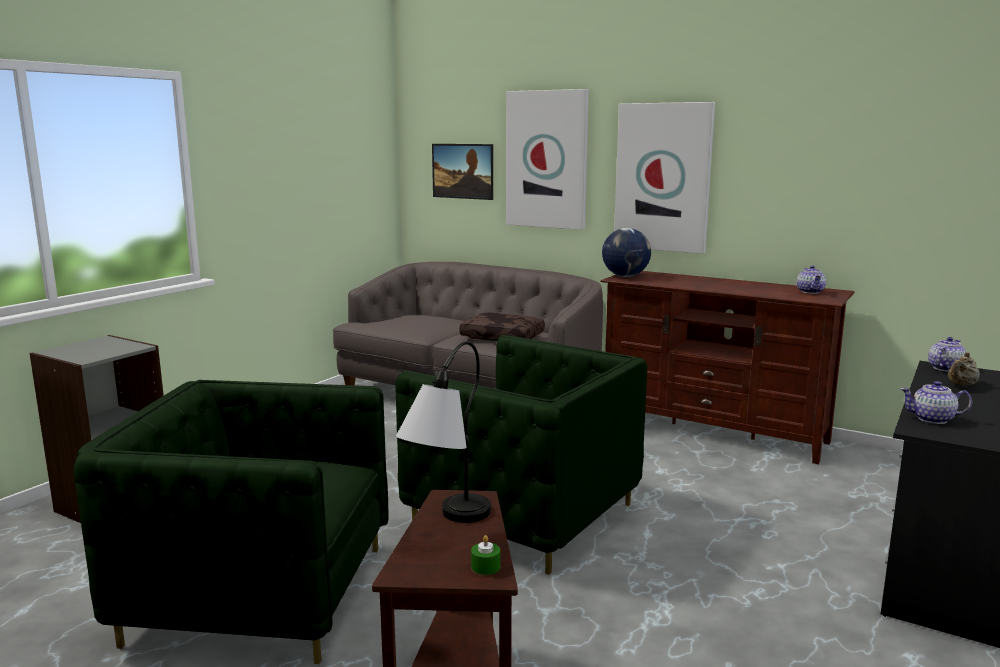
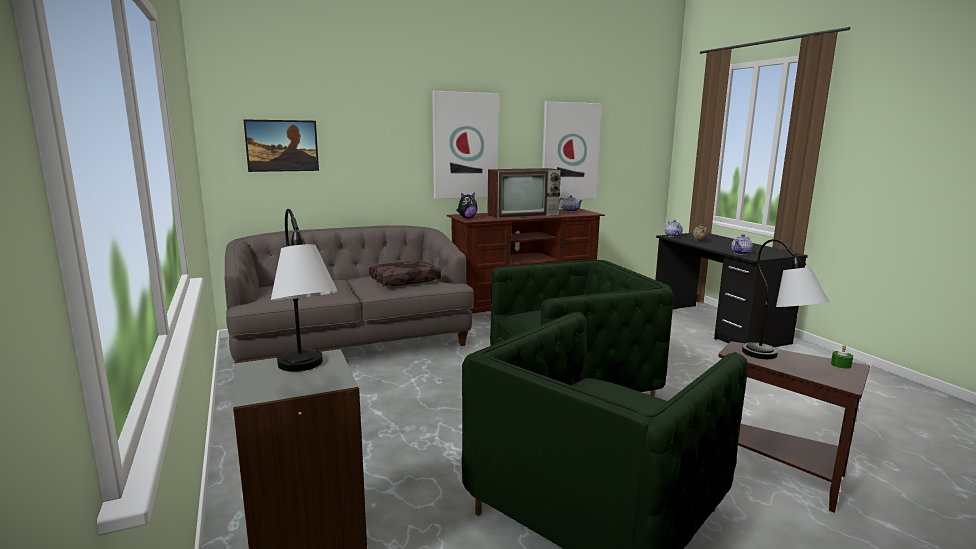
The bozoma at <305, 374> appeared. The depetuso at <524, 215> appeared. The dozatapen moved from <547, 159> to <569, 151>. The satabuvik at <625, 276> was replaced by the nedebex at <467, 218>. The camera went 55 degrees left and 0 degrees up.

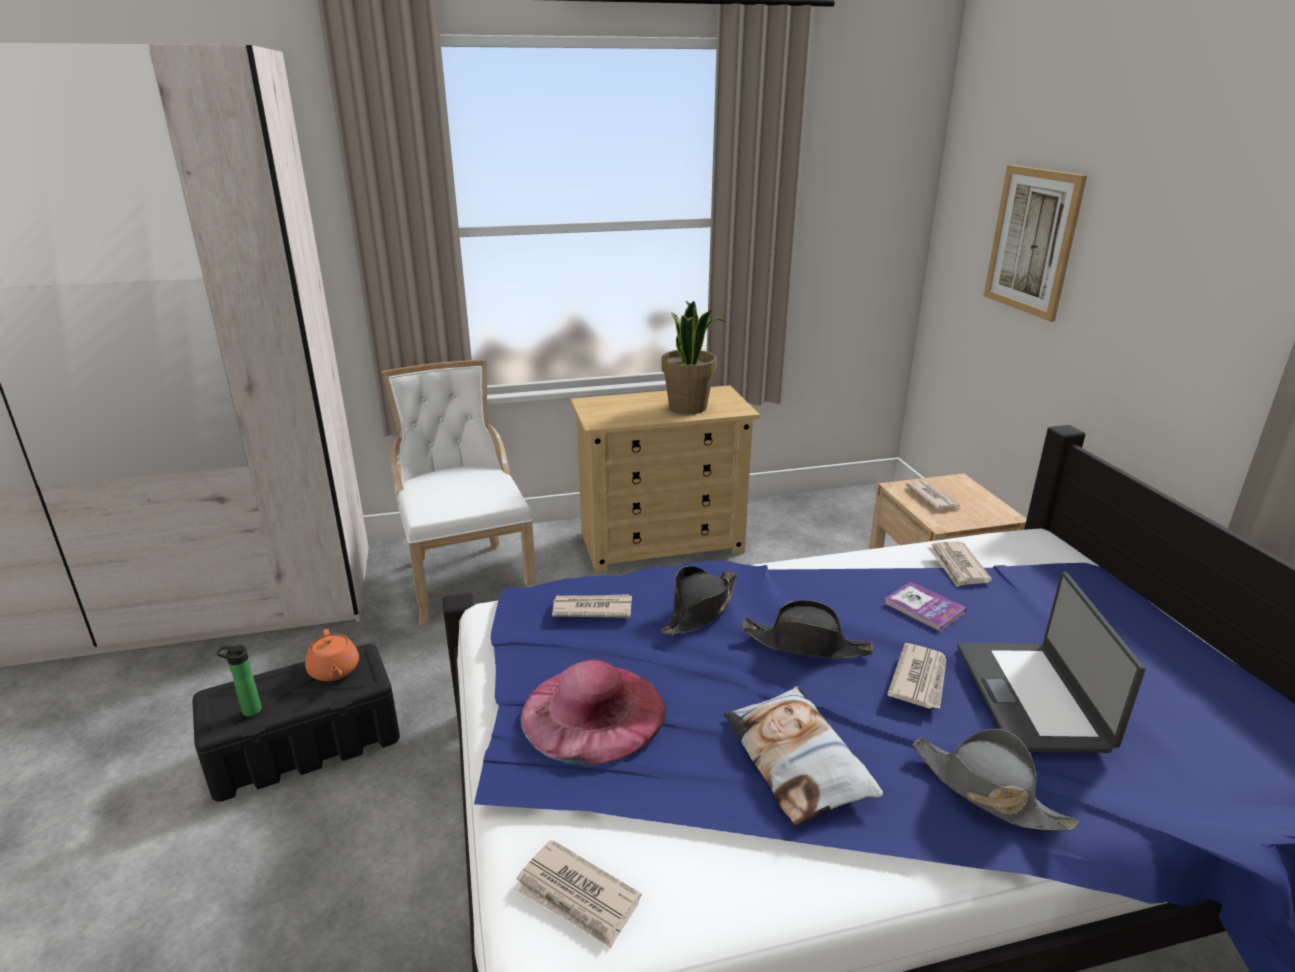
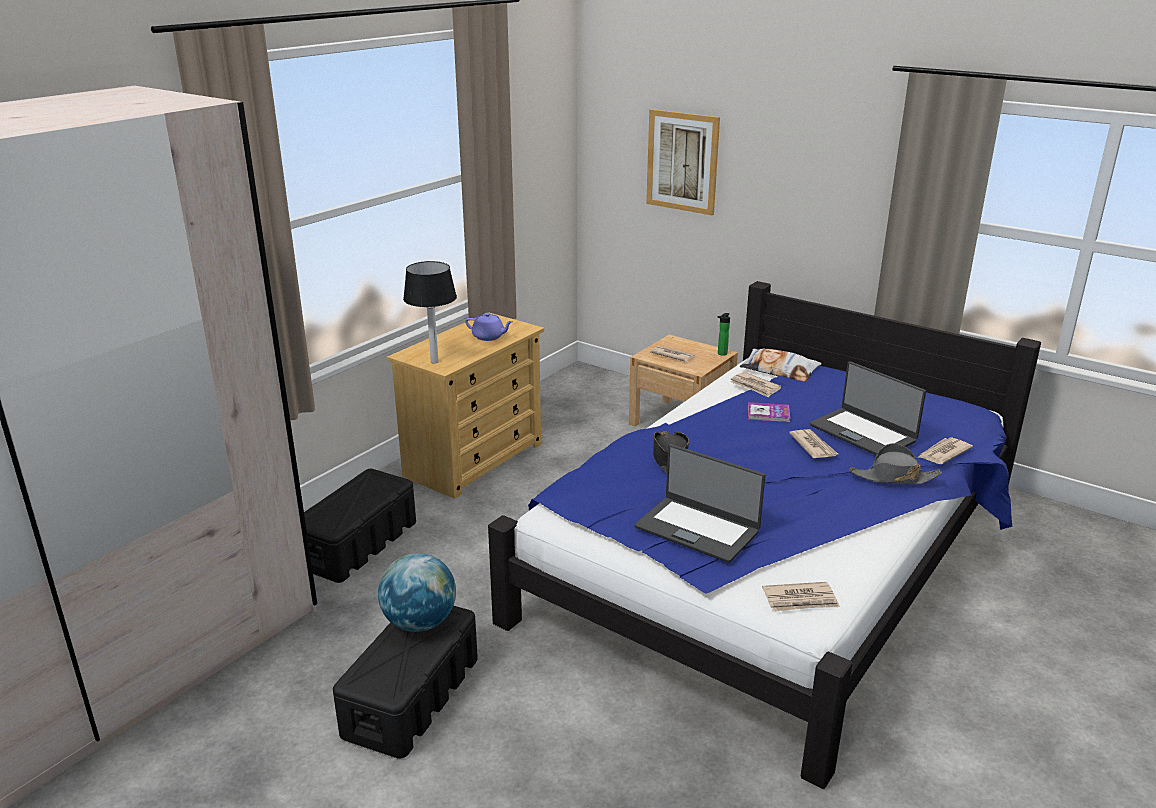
The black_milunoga at <806, 644> disappeared. The bozoma at <434, 362> appeared. The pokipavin moved from <248, 710> to <721, 354>. The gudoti moved from <591, 609> to <943, 453>. The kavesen moved from <798, 761> to <779, 370>. The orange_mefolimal at <334, 671> was replaced by the satabuvik at <420, 622>. The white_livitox at <467, 577> was replaced by the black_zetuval at <358, 544>. The pink_milunoga at <593, 712> was replaced by the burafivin at <697, 529>. The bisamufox at <688, 407> was replaced by the purple_mefolimal at <489, 337>. The camera went 40 degrees left and 0 degrees up.

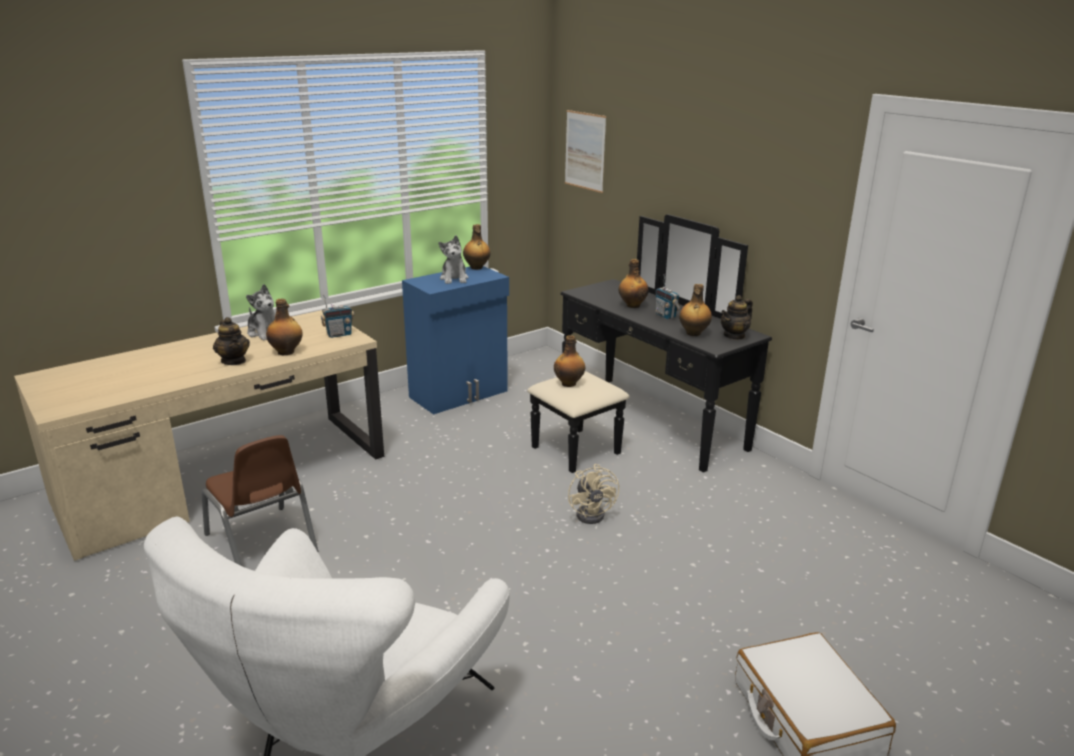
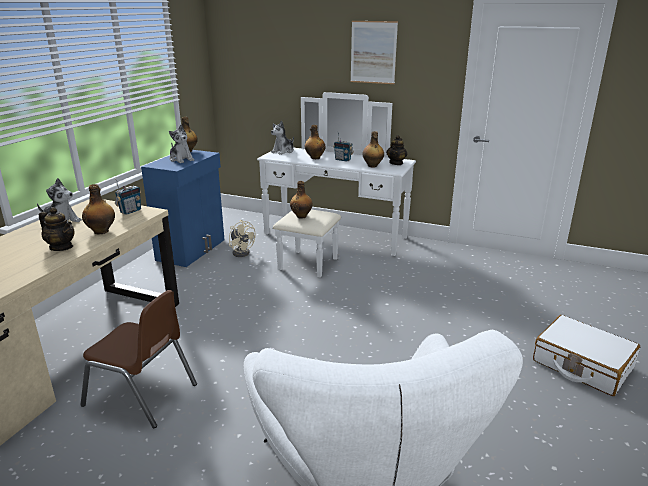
The nedebex at <283, 151> appeared. The dozatapen moved from <585, 151> to <373, 52>. The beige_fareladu moved from <594, 513> to <242, 252>. The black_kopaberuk at <635, 427> became the white_kopaberuk at <330, 241>. The camera went 30 degrees left and 0 degrees up.

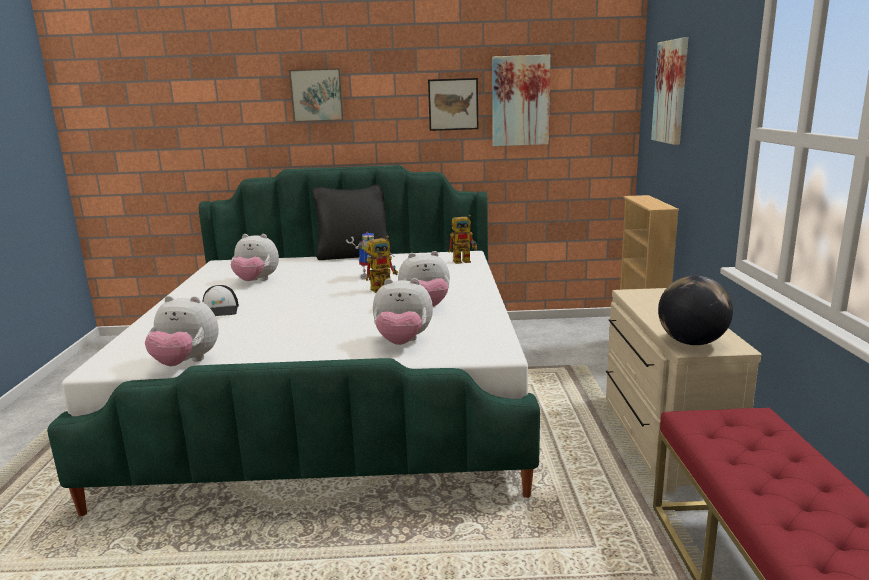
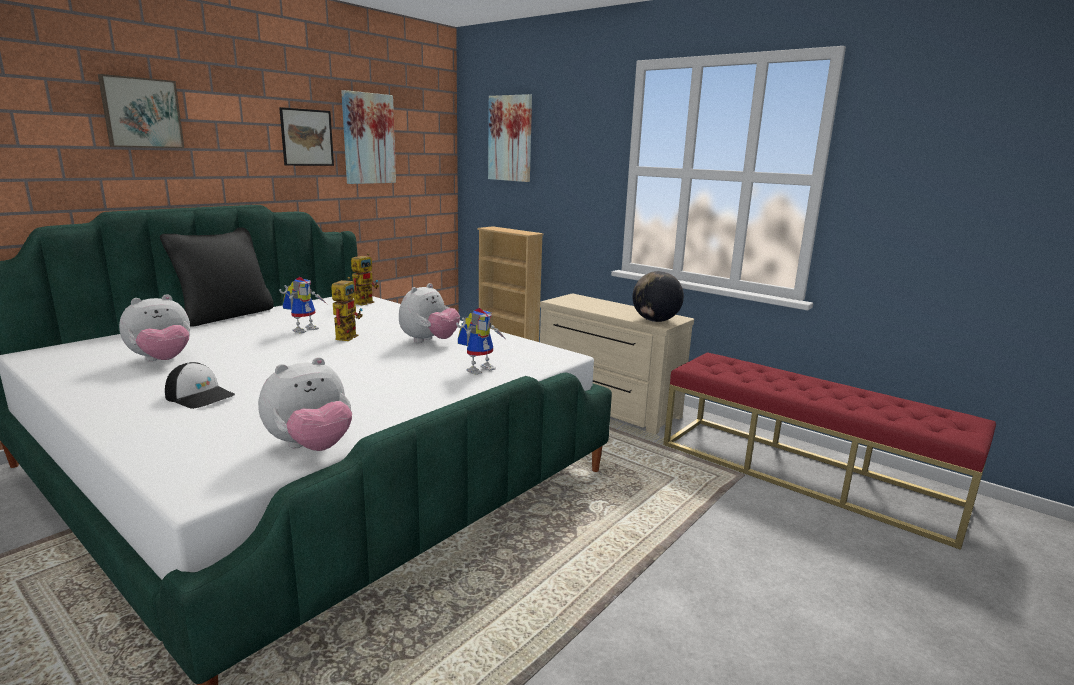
The nedebex at <403, 342> was replaced by the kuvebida at <480, 369>. The camera went 50 degrees left and 0 degrees up.

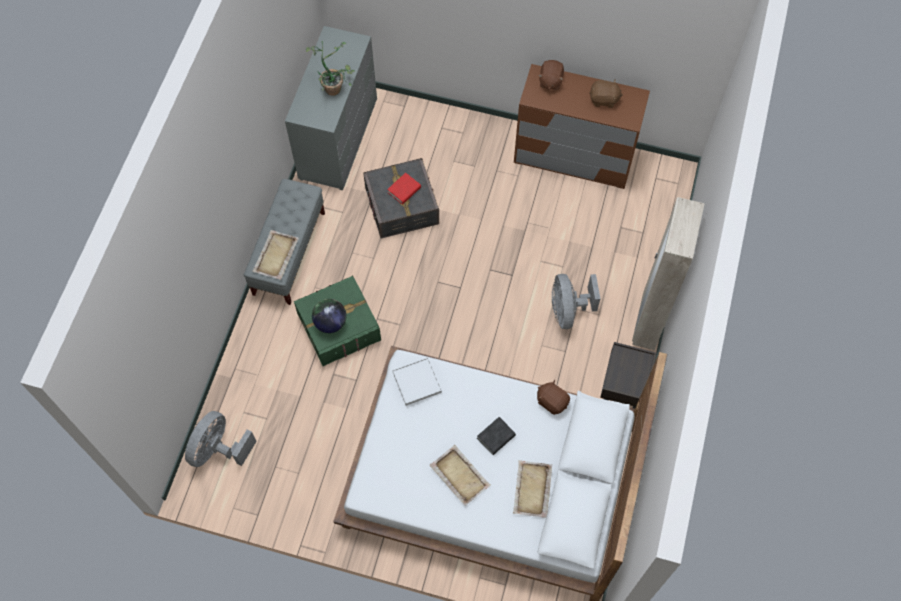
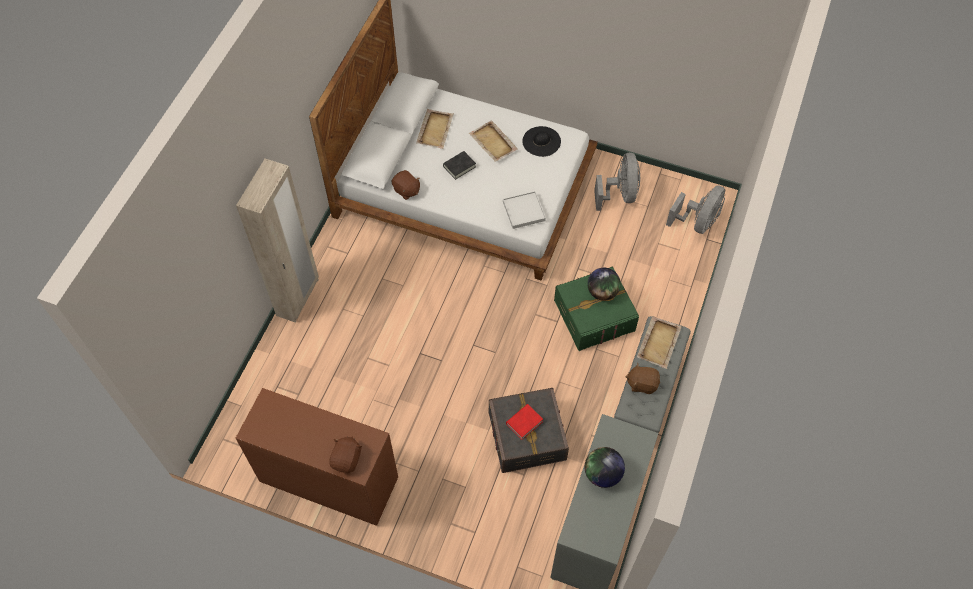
The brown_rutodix at <622, 391> disappeared. The black_milunoga at <541, 141> appeared. The grey_fareladu moved from <568, 310> to <619, 194>. The brown_nedebex moved from <604, 100> to <642, 383>. The bisamufox at <334, 85> was replaced by the satabuvik at <602, 474>. The camera went 175 degrees left and 5 degrees down.

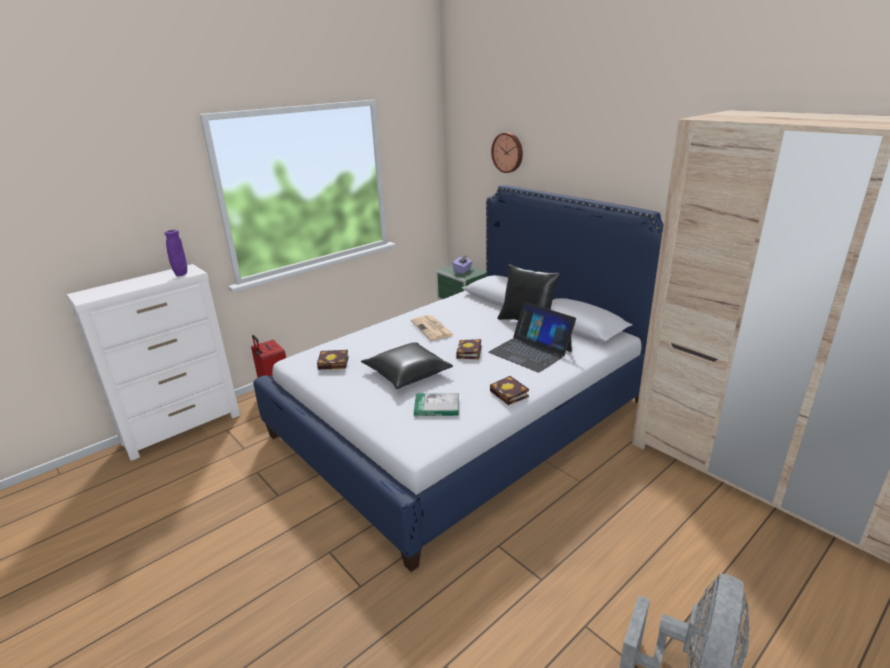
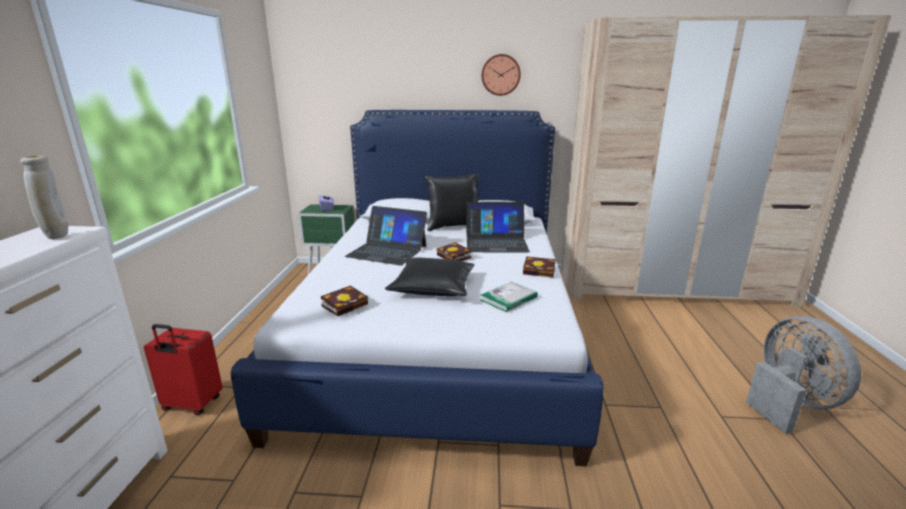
The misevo moved from <508, 152> to <500, 75>. The gudoti at <432, 328> was replaced by the burafivin at <387, 251>. The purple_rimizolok at <181, 275> became the beige_rimizolok at <57, 237>. The camera went 45 degrees left and 5 degrees down.

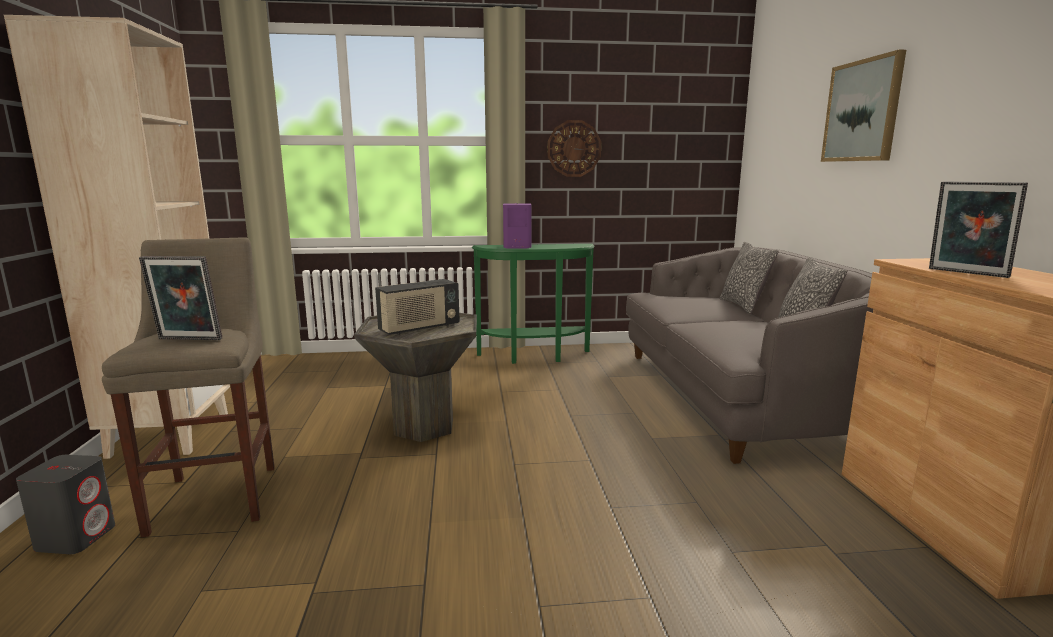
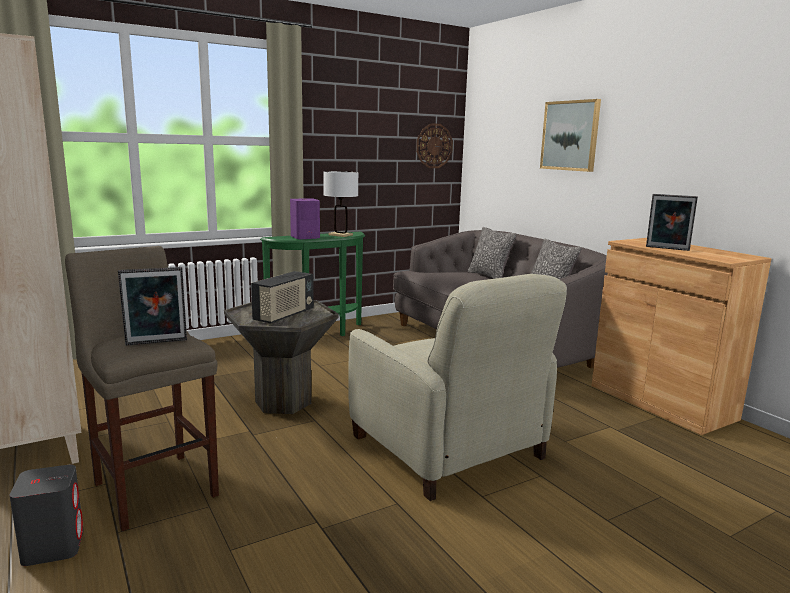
The white_bozoma at <340, 235> appeared. The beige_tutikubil at <448, 448> appeared. The misevo moved from <574, 148> to <434, 146>. The camera went 25 degrees left and 0 degrees up.

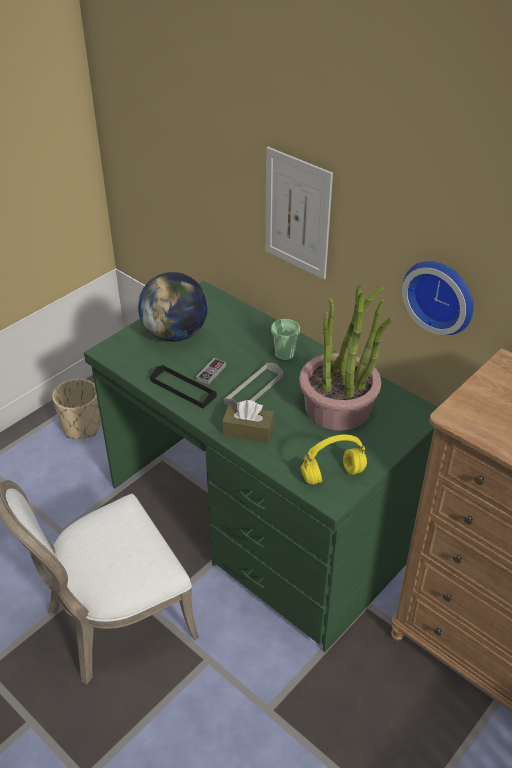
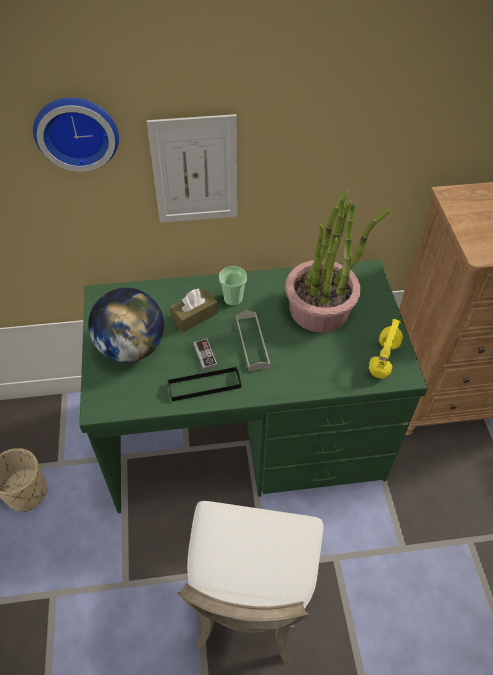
The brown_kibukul moved from <248, 431> to <194, 316>. The misevo moved from <441, 295> to <77, 131>. The camera went 50 degrees left and 10 degrees up.

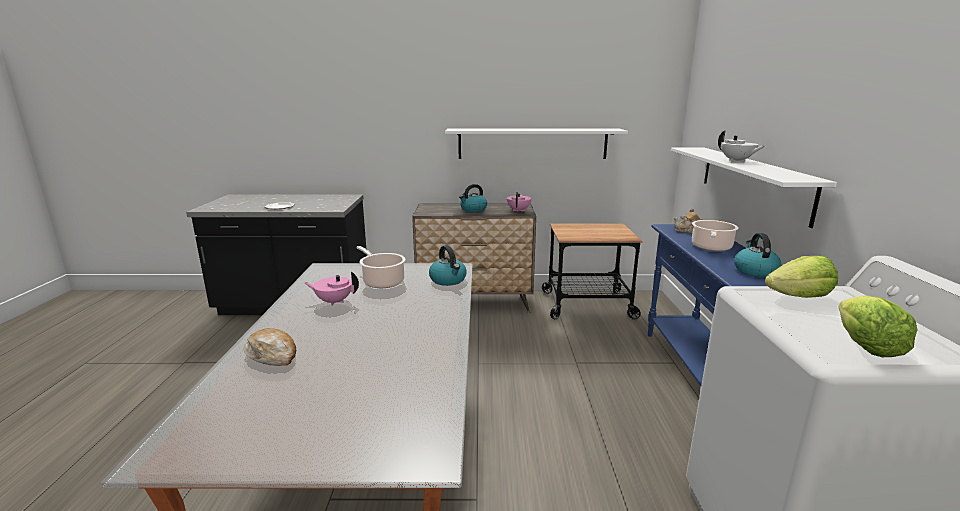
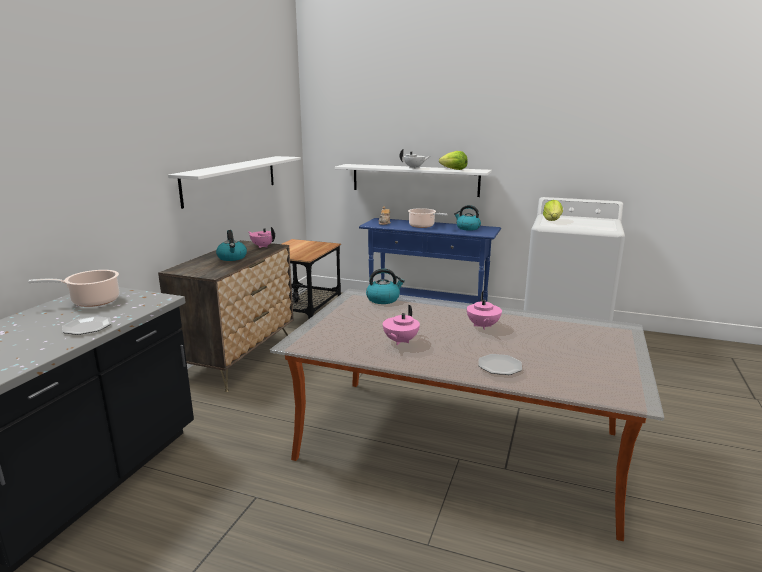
The pink_mefolimal at <482, 326> appeared. The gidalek moved from <382, 281> to <92, 301>. The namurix moved from <865, 346> to <454, 169>. The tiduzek at <273, 355> was replaced by the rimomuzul at <499, 366>. The camera went 70 degrees left and 0 degrees up.

